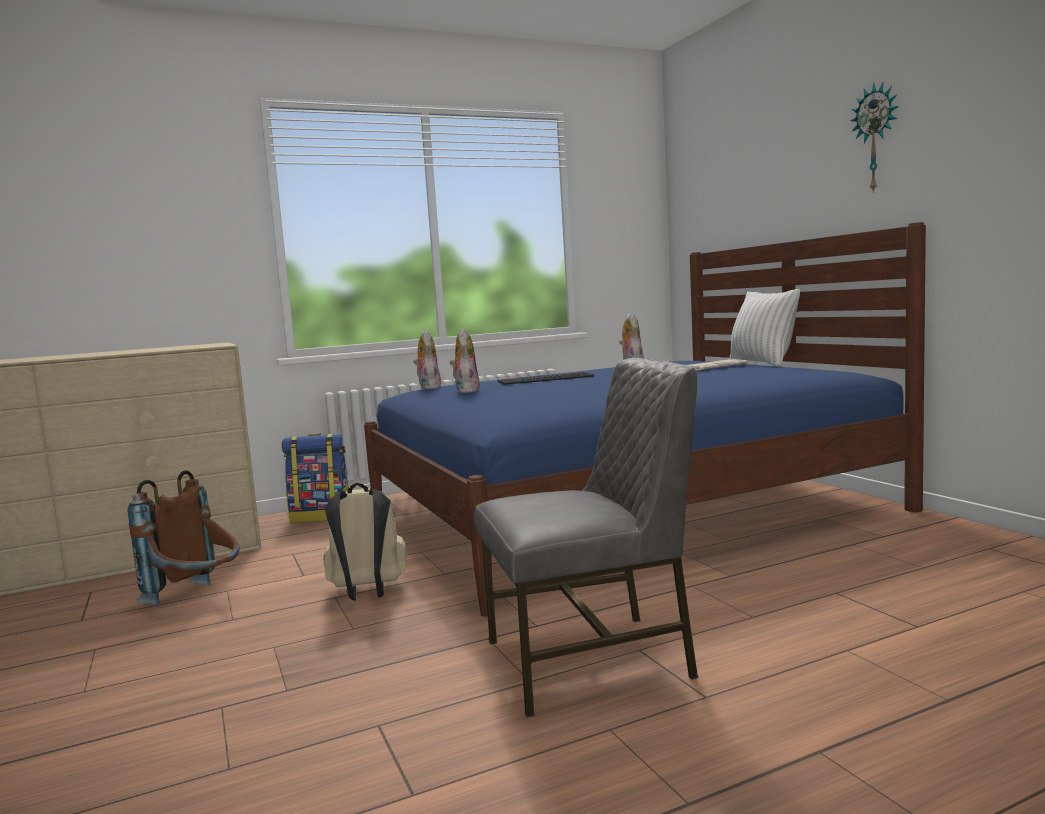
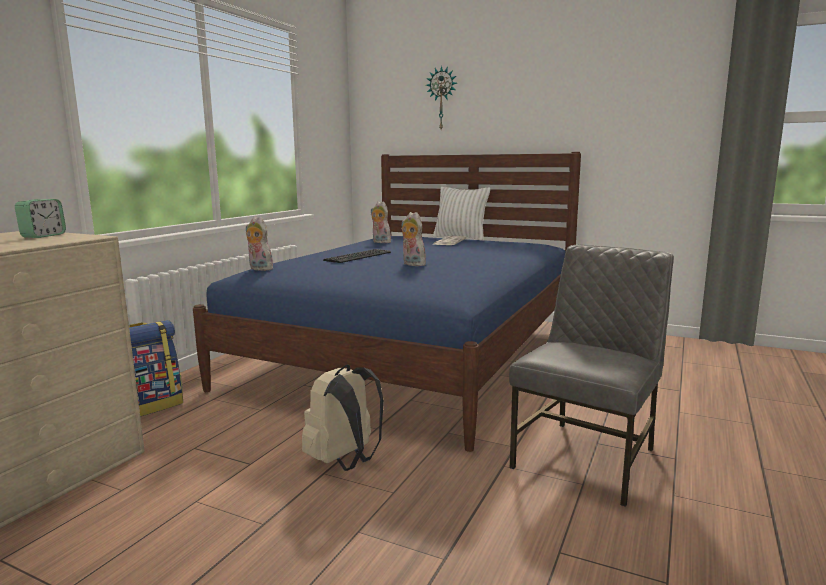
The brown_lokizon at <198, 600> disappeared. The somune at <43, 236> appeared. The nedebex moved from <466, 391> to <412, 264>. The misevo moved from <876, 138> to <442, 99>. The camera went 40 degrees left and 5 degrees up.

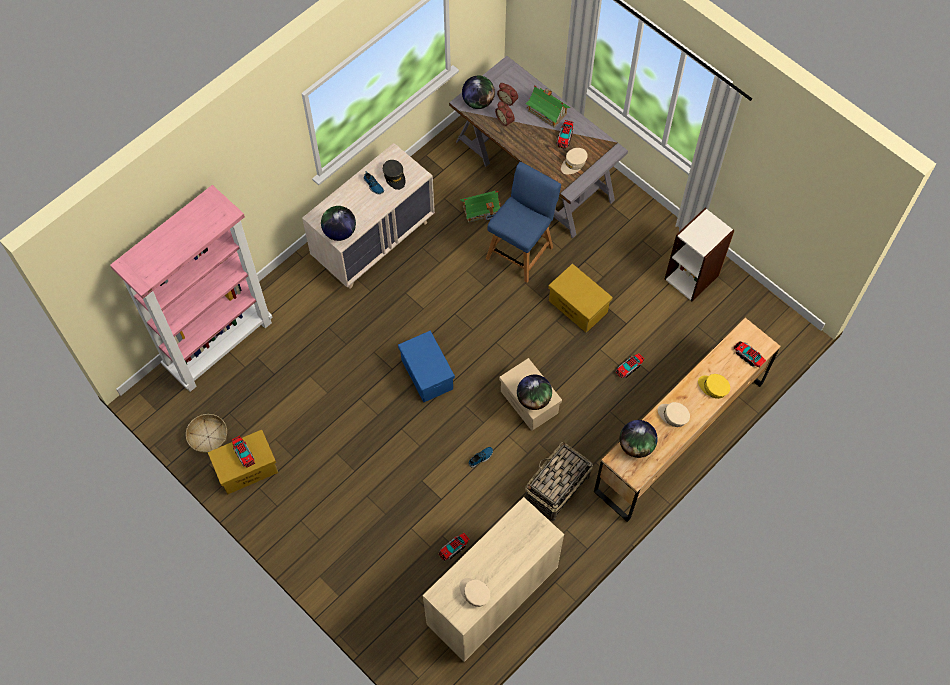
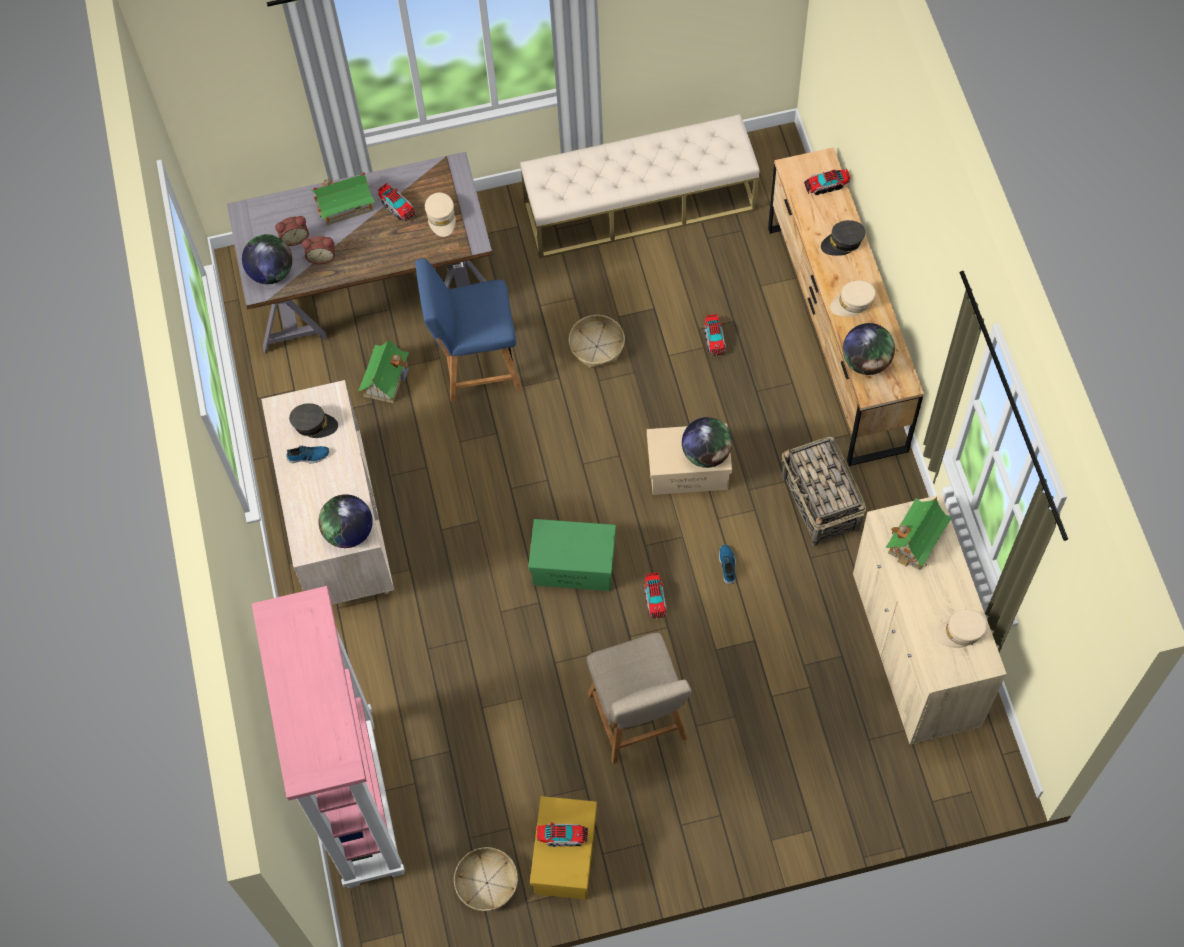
The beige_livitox at <639, 721> appeared. The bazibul at <916, 540> appeared. The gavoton moved from <453, 548> to <655, 599>. The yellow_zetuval at <578, 306> was replaced by the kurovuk at <597, 346>. The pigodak at <692, 276> was replaced by the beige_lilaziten at <640, 206>. The blue_zetuval at <426, 374> became the green_zetuval at <573, 566>. The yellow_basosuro at <713, 388> became the grey_basosuro at <842, 242>. The blue_livitox at <521, 250> turned 75 degrees counterclockwise. The camera went 55 degrees left and 0 degrees up.

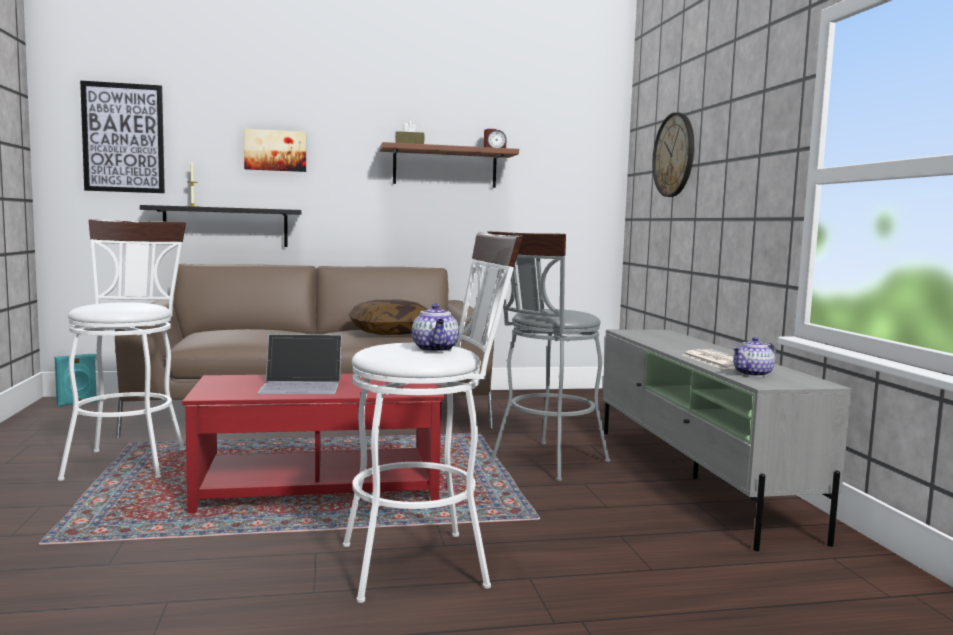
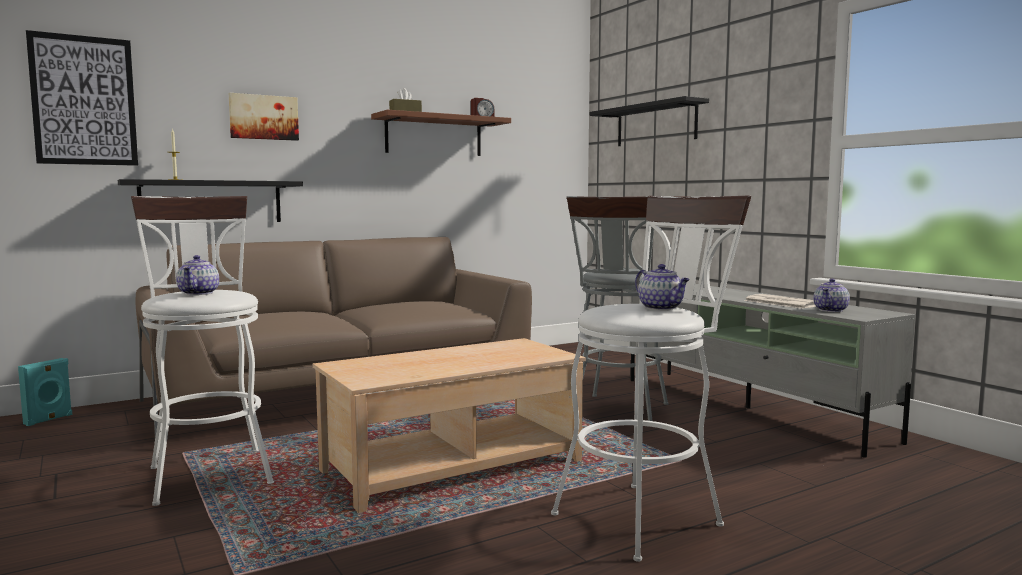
The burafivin at <302, 385> disappeared. The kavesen at <390, 332> disappeared. The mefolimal at <199, 293> appeared. The misevo at <674, 155> was replaced by the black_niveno at <656, 124>. The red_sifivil at <319, 487> became the beige_sifivil at <452, 465>. The camera went 20 degrees left and 0 degrees up.

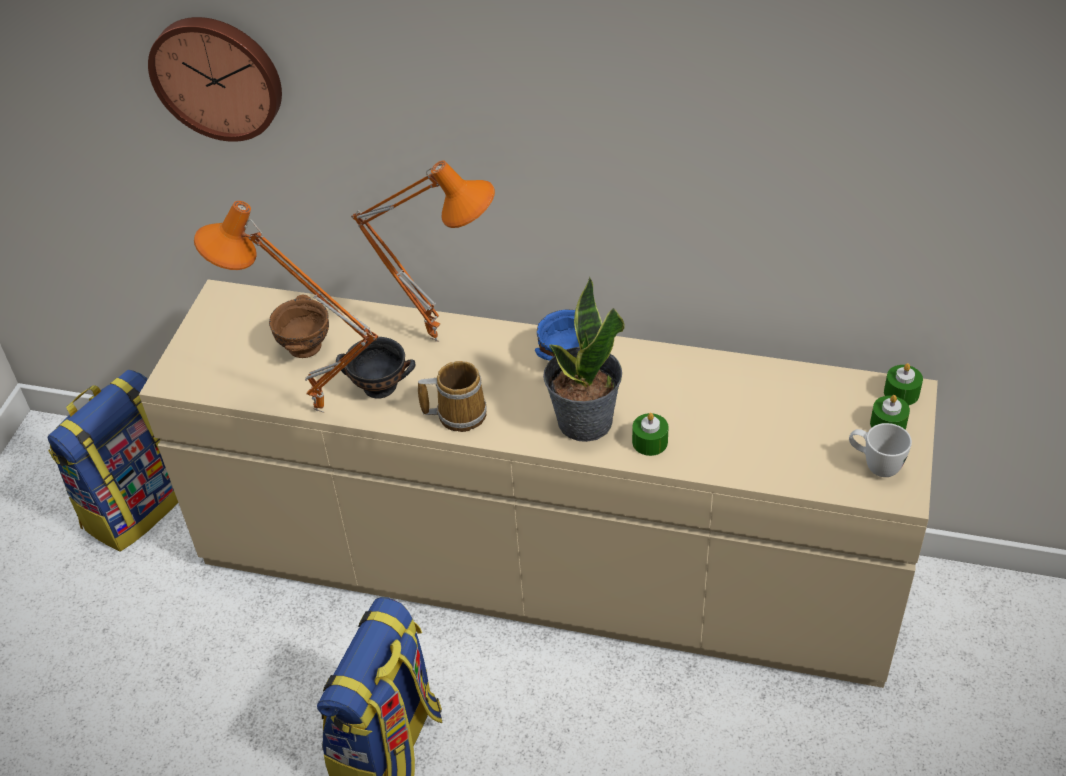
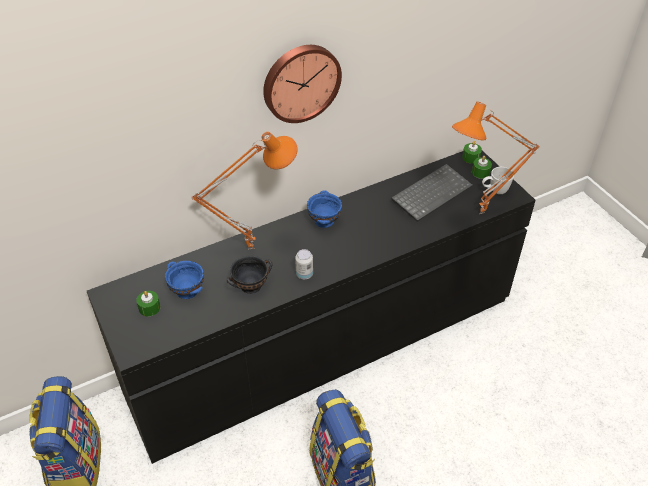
The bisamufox at <584, 422> disappeared. The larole at <431, 193> appeared. The misevo moved from <218, 76> to <300, 82>. The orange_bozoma moved from <316, 414> to <483, 215>. The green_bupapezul moved from <650, 442> to <149, 307>. The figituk at <458, 413> was replaced by the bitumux at <304, 274>. The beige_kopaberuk at <544, 564> became the black_kopaberuk at <323, 344>. The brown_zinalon at <304, 347> became the blue_zinalon at <187, 291>. The camera went 45 degrees left and 0 degrees up.

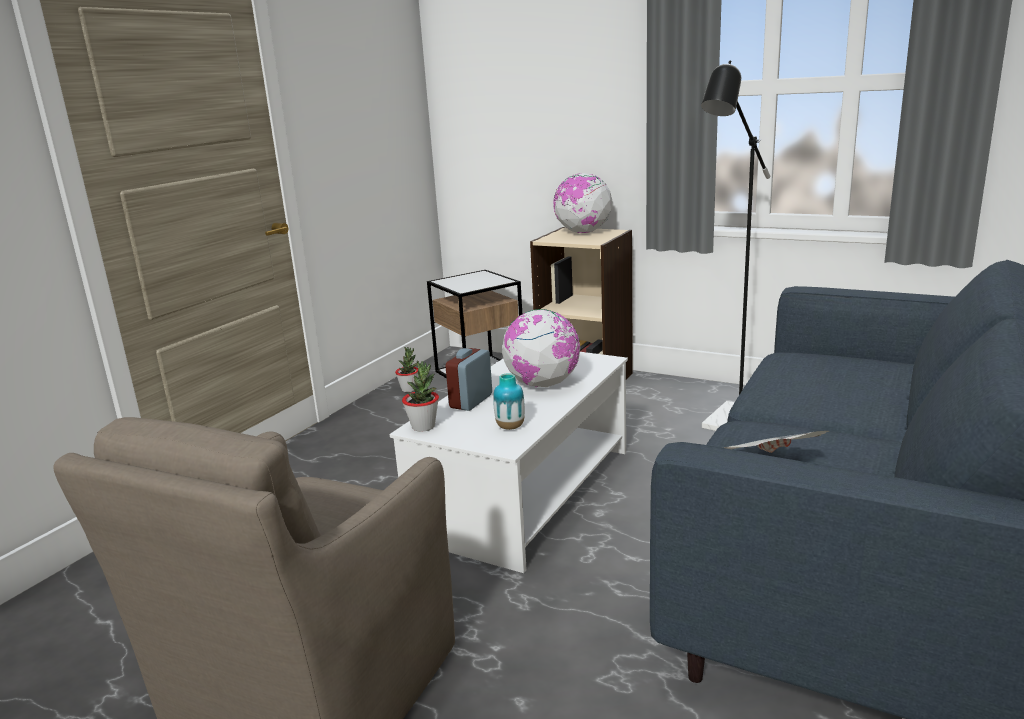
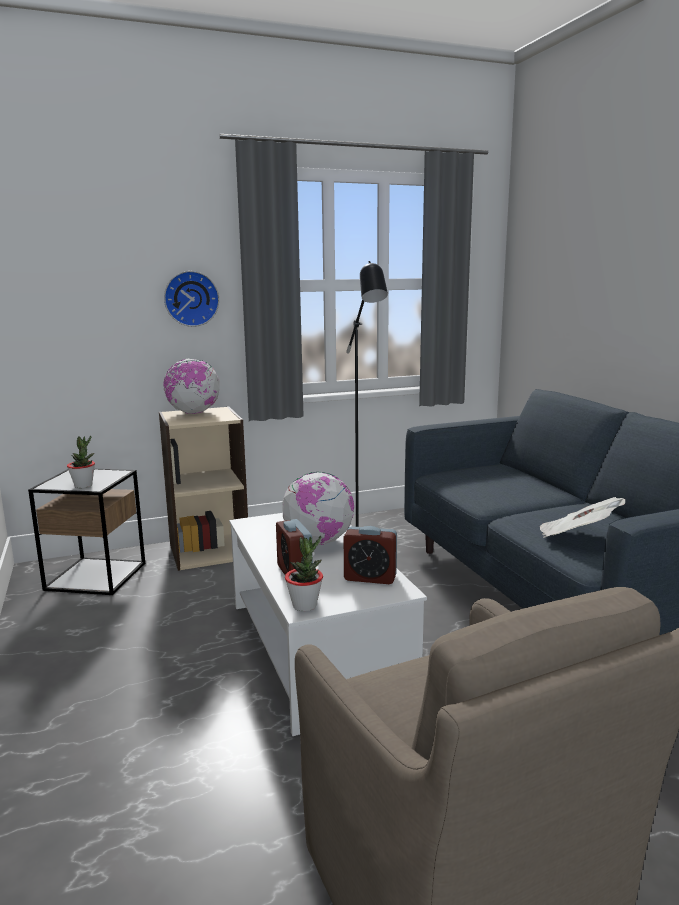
The misevo at <191, 298> appeared. The bisamufox moved from <409, 389> to <83, 485>. The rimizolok at <510, 427> was replaced by the somune at <370, 578>. The camera went 50 degrees left and 5 degrees down.

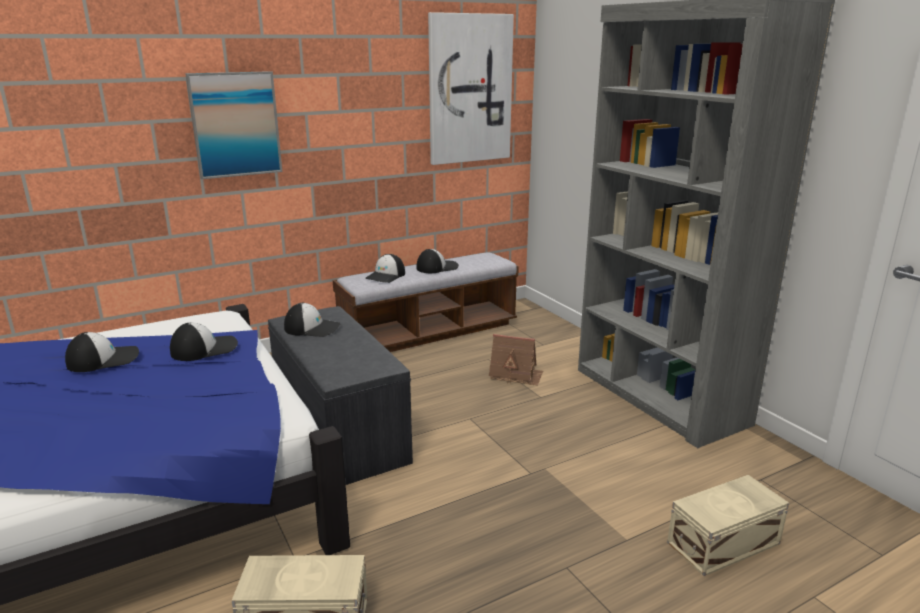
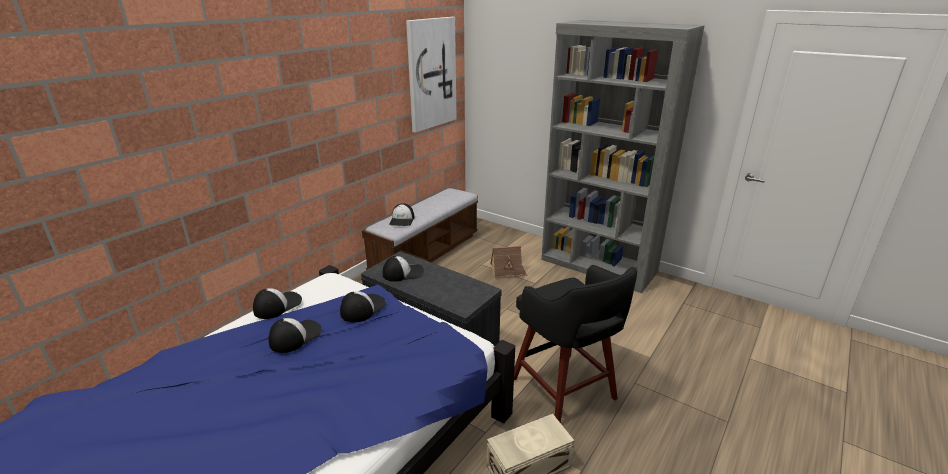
The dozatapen at <235, 124> disappeared. The beige_zetuval at <725, 543> disappeared. The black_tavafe at <564, 391> appeared. The basosuro moved from <437, 267> to <277, 305>. The camera went 25 degrees left and 5 degrees up.

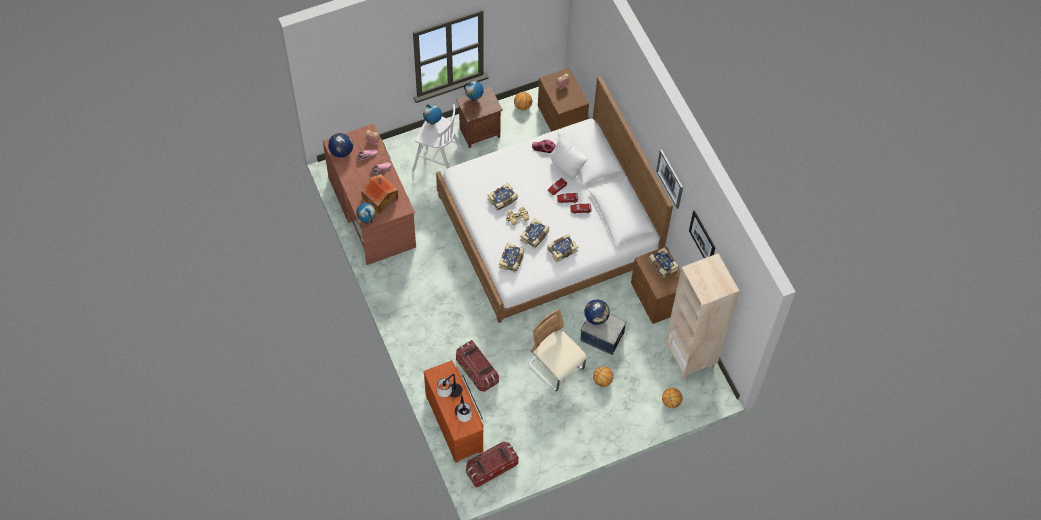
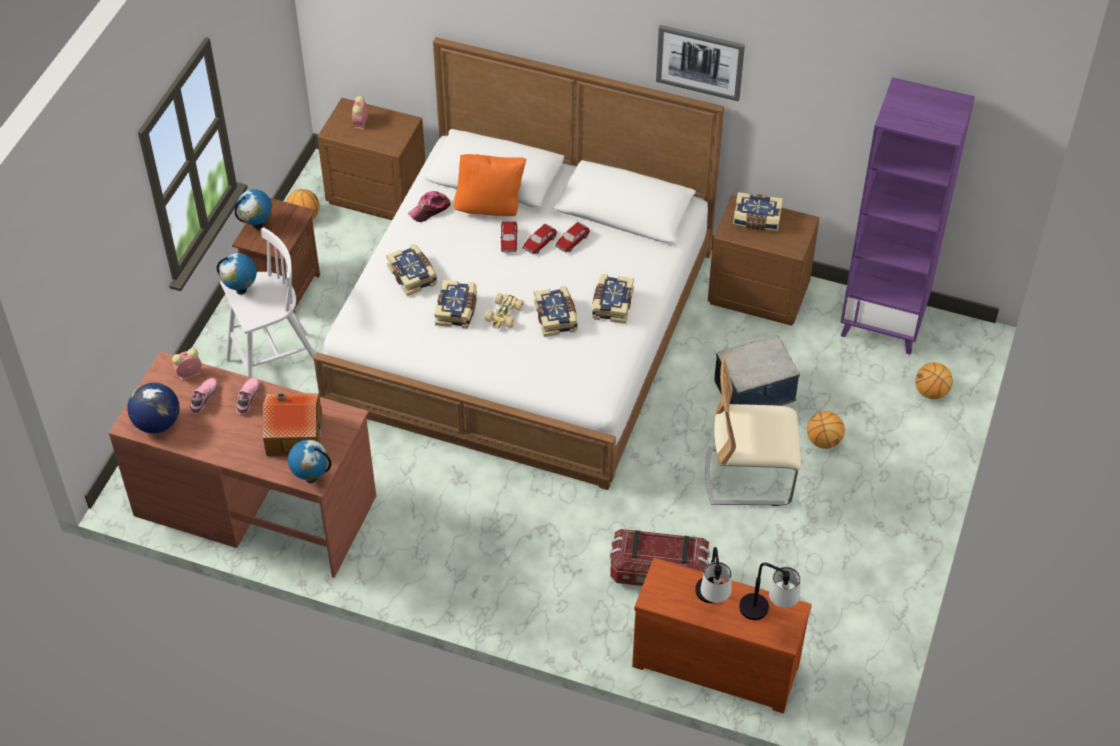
The zetuval at <491, 468> disappeared. The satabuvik at <596, 317> disappeared. The dozatapen at <702, 238> disappeared. The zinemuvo moved from <512, 260> to <413, 275>. The white_kavesen at <567, 167> became the orange_kavesen at <490, 208>. The beige_pigodak at <690, 357> became the purple_pigodak at <883, 323>. The camera went 45 degrees left and 10 degrees down.

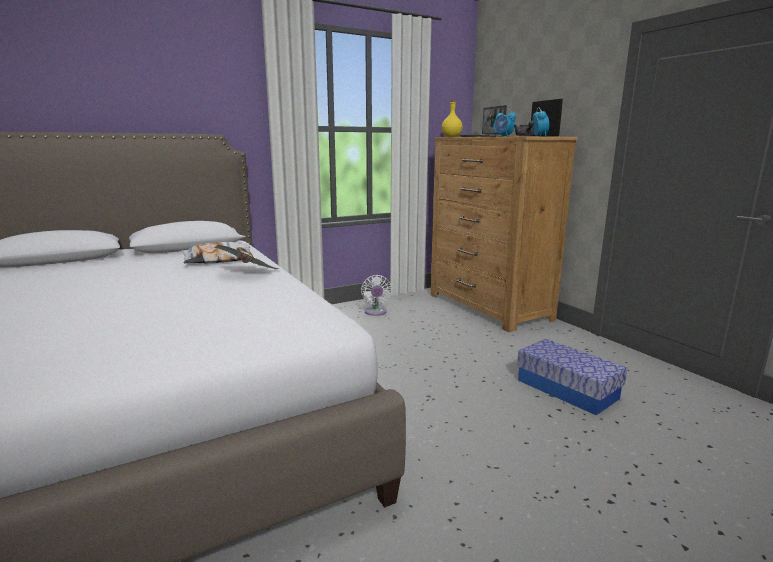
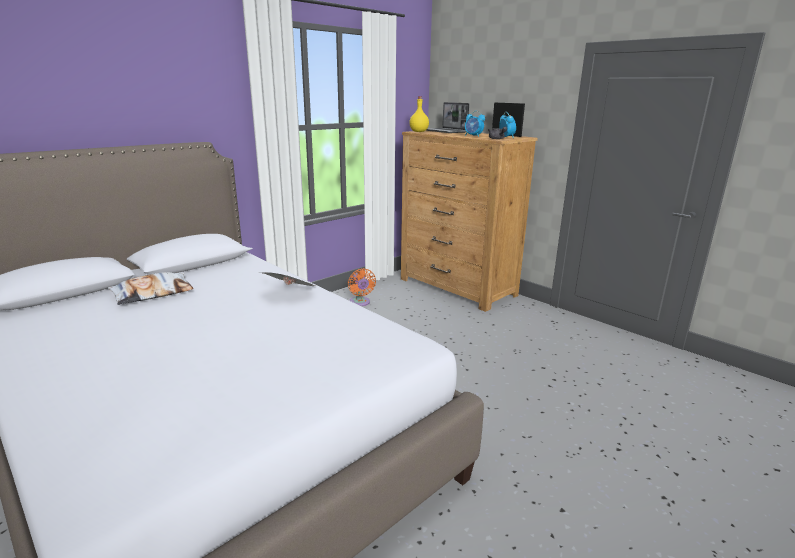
The zetuval at <567, 389> disappeared. The kavesen moved from <218, 260> to <153, 293>. The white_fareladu at <375, 312> became the orange_fareladu at <360, 303>. The camera went 15 degrees left and 5 degrees up.

